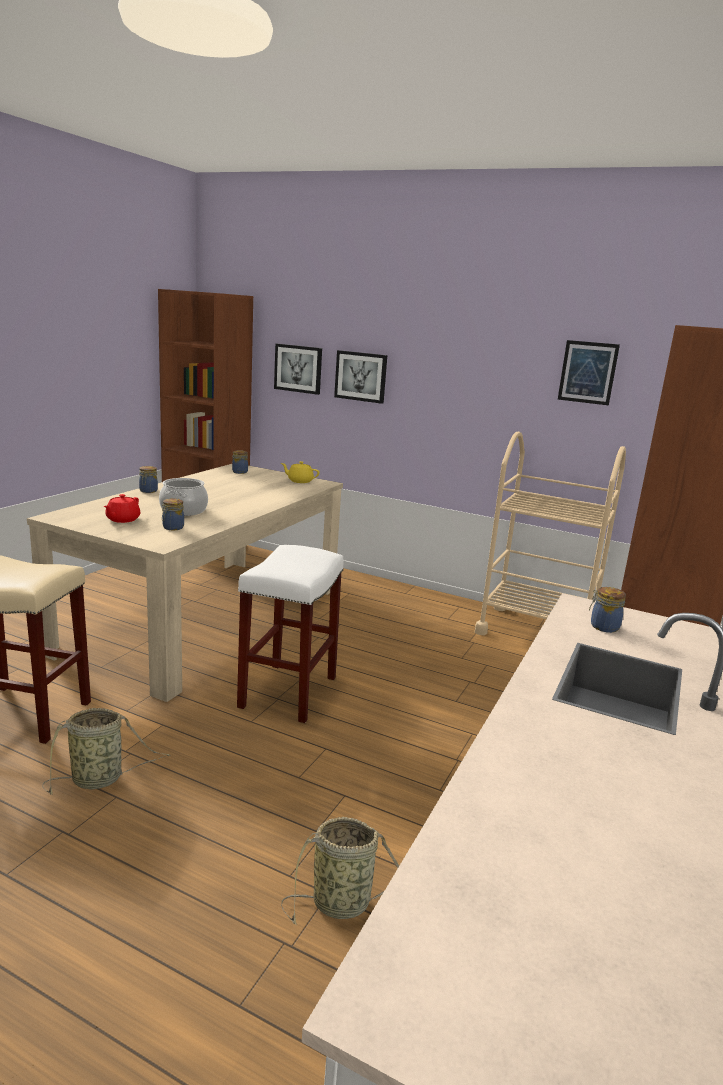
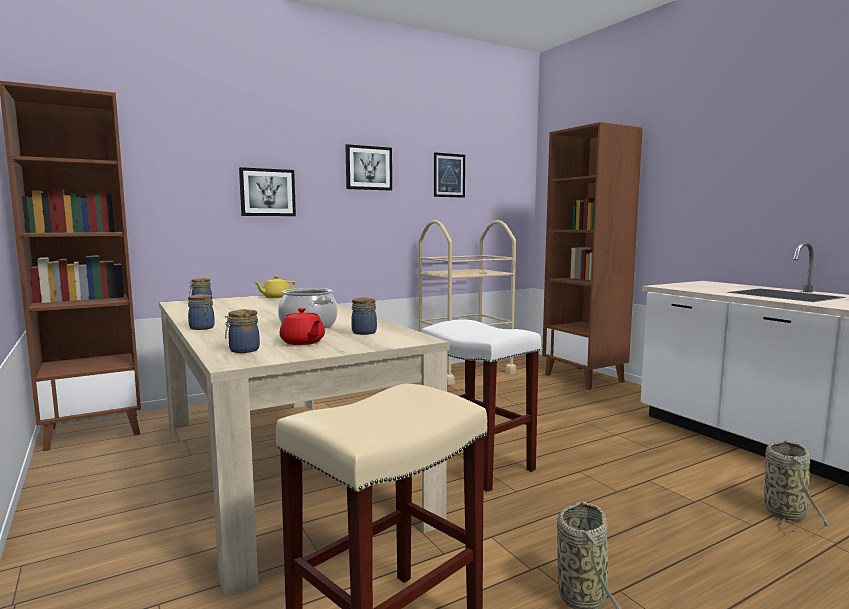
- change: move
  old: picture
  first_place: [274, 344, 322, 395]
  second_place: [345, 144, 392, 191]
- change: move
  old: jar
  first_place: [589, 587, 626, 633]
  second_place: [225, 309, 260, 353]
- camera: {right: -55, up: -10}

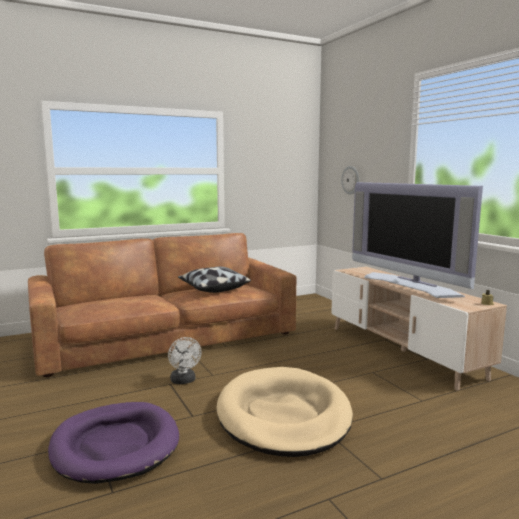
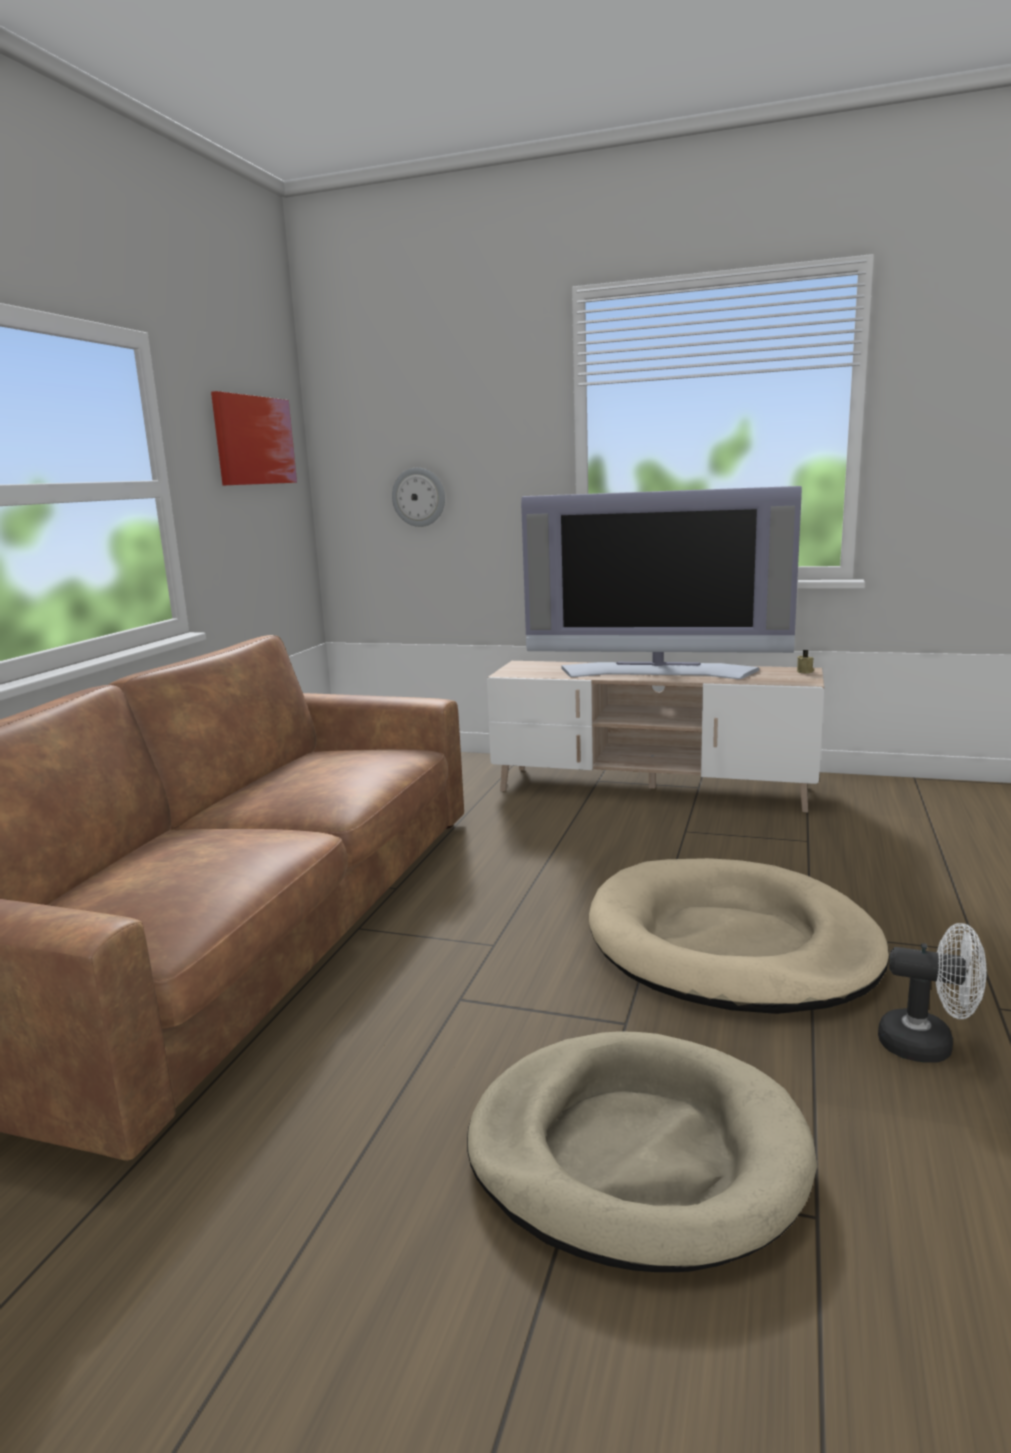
- change: recolor
  old: dog bed (purple)
  new: dog bed (beige)
  first_place: [48, 402, 179, 484]
  second_place: [467, 1031, 817, 1272]
- change: move
  old: fan (white)
  first_place: [168, 337, 202, 384]
  second_place: [878, 923, 987, 1063]
- change: delete
  old: pillow
  first_place: [178, 267, 251, 293]
- change: insert
  new: picture
  second_place: [211, 391, 297, 486]
- camera: {right: -45, up: 5}

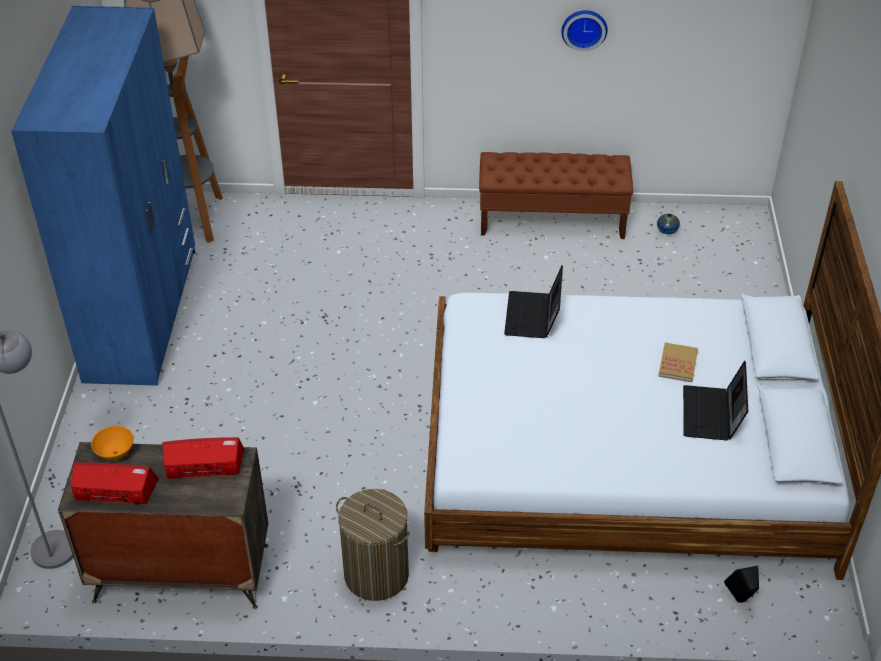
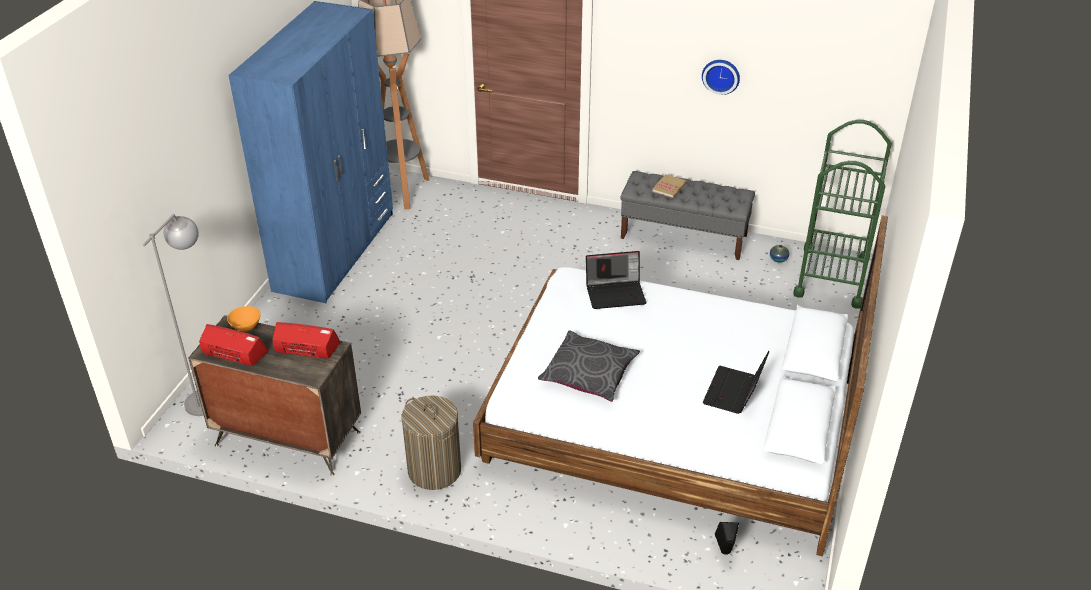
- change: recolor
  old: bench (brown)
  new: bench (grey)
  first_place: [479, 152, 633, 239]
  second_place: [620, 171, 755, 260]
- change: rotate
  old: laptop
  first_place: [504, 266, 563, 338]
  second_place: [586, 251, 647, 309]
  degrees: -120
- change: move
  old: book
  first_place: [658, 343, 698, 382]
  second_place: [652, 174, 686, 198]
- change: insert
  new: pillow (grey)
  second_place: [538, 330, 640, 402]
- change: insert
  new: cart (green)
  second_place: [793, 120, 892, 309]
- camera: {right: 15, up: -5}

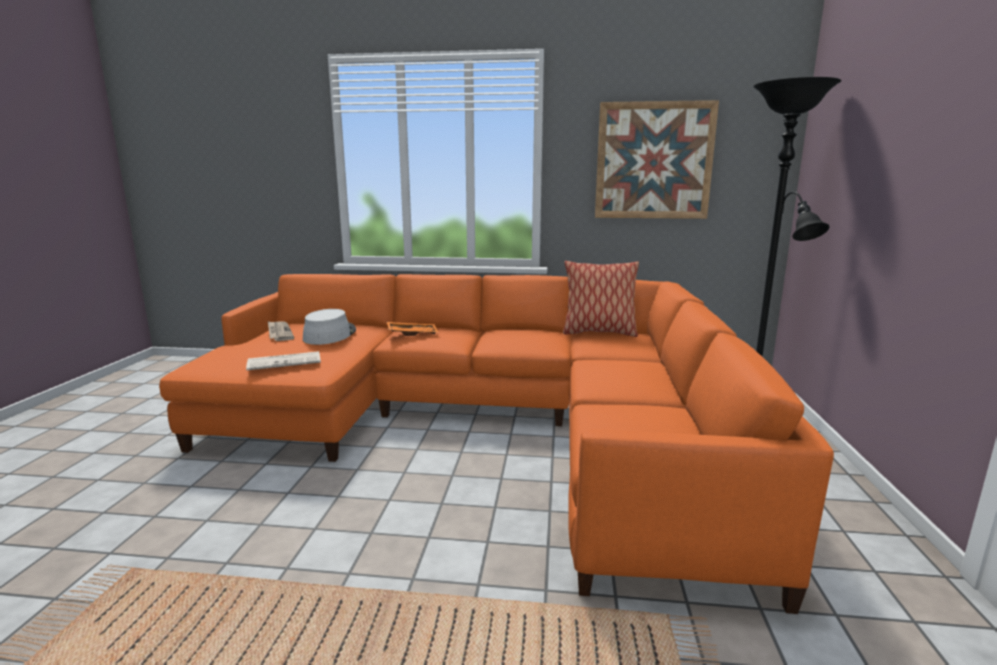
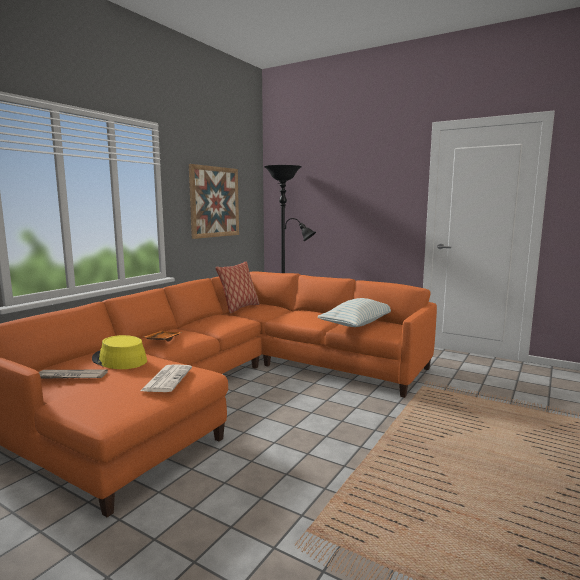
- change: recolor
  old: hat (grey)
  new: hat (yellow)
  first_place: [303, 309, 356, 345]
  second_place: [92, 335, 147, 369]
- change: insert
  new: pillow
  second_place: [317, 298, 391, 327]
- camera: {right: -65, up: -5}

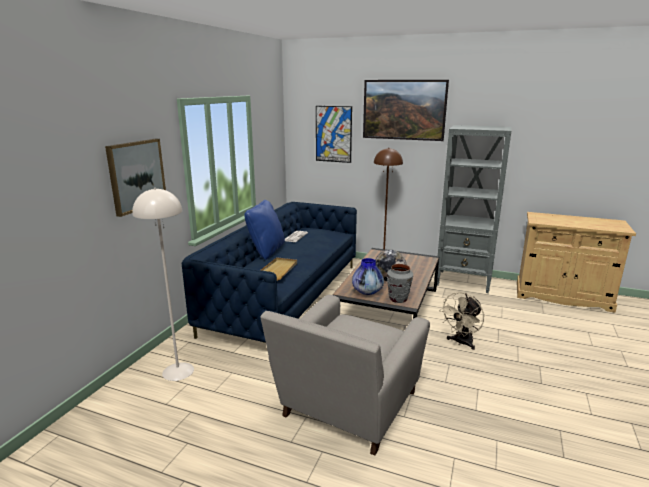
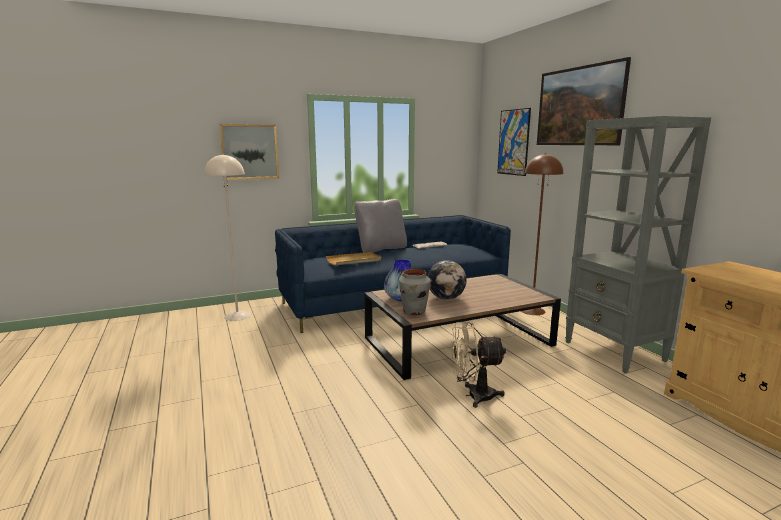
- change: recolor
  old: pillow (blue)
  new: pillow (grey)
  first_place: [244, 200, 285, 260]
  second_place: [354, 199, 407, 252]
- change: delete
  old: armchair (beige)
  first_place: [260, 295, 430, 456]
- camera: {right: 45, up: -5}

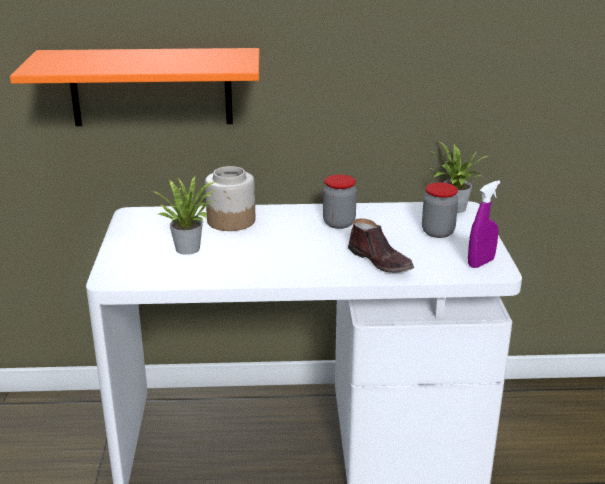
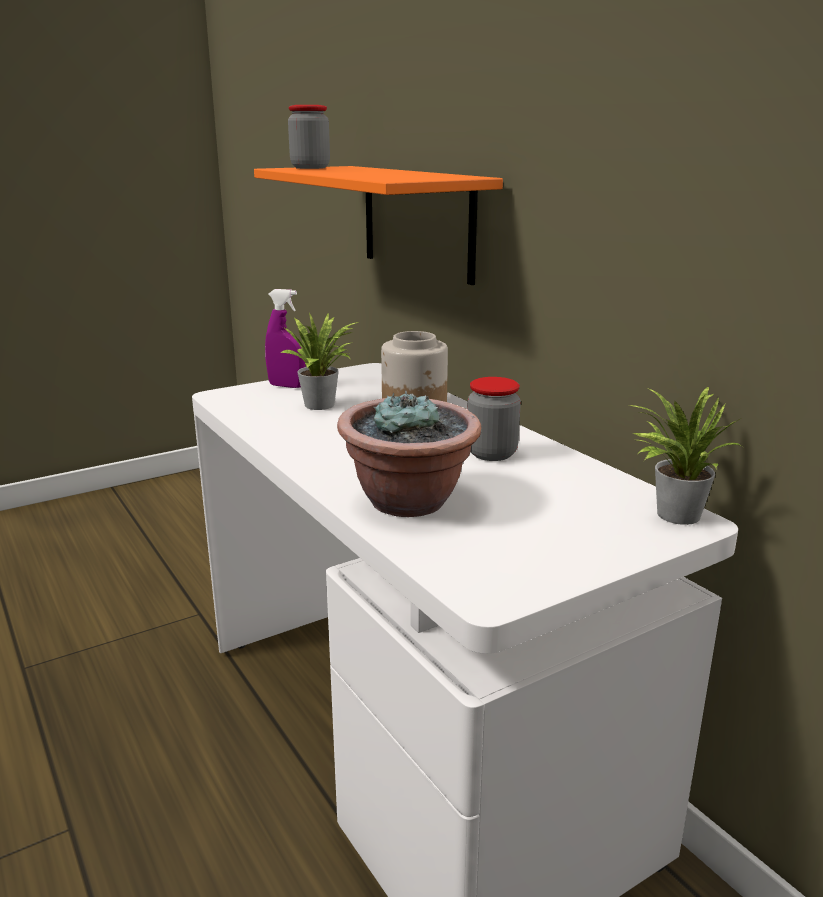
- change: replace
  old: shoe (brown)
  new: potted plant
  first_place: [348, 218, 414, 273]
  second_place: [337, 390, 481, 517]
- change: move
  old: jar
  first_place: [422, 182, 458, 238]
  second_place: [288, 105, 330, 169]
- change: move
  old: spray bottle (purple)
  first_place: [468, 180, 500, 268]
  second_place: [265, 289, 305, 388]
- camera: {right: 60, up: -5}

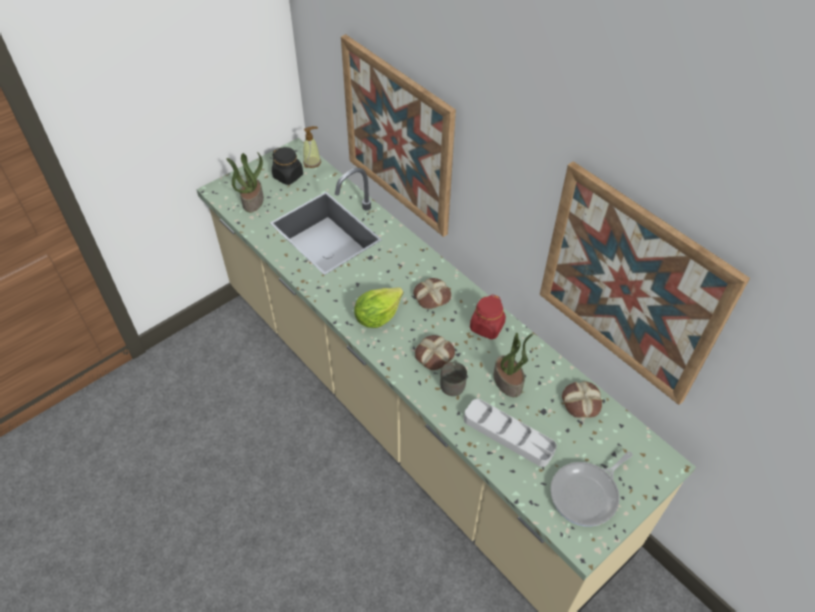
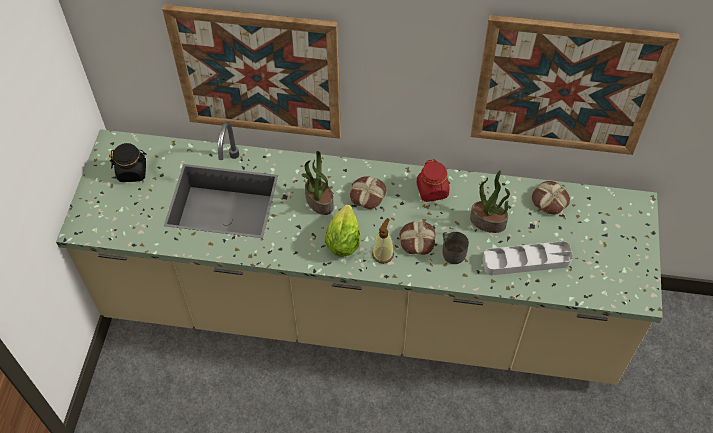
- change: move
  old: potted plant
  first_place: [226, 152, 264, 212]
  second_place: [302, 151, 334, 215]
- change: move
  old: soap dispenser
  first_place: [303, 126, 321, 168]
  second_place: [372, 218, 394, 264]
- change: delete
  old: frying pan
  first_place: [550, 451, 633, 527]
- camera: {right: -40, up: 5}

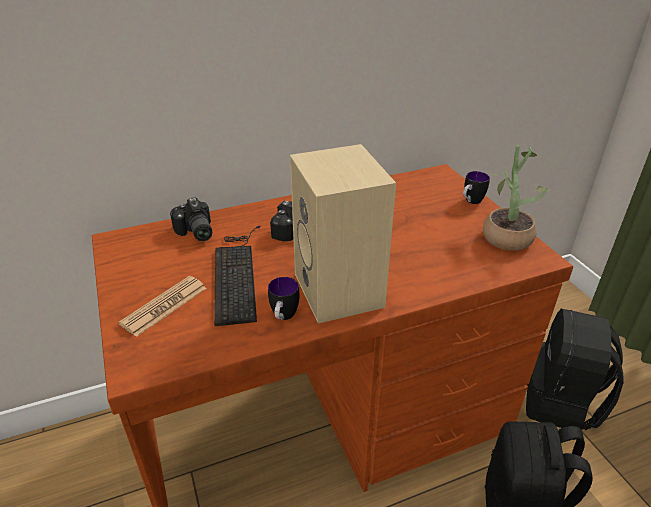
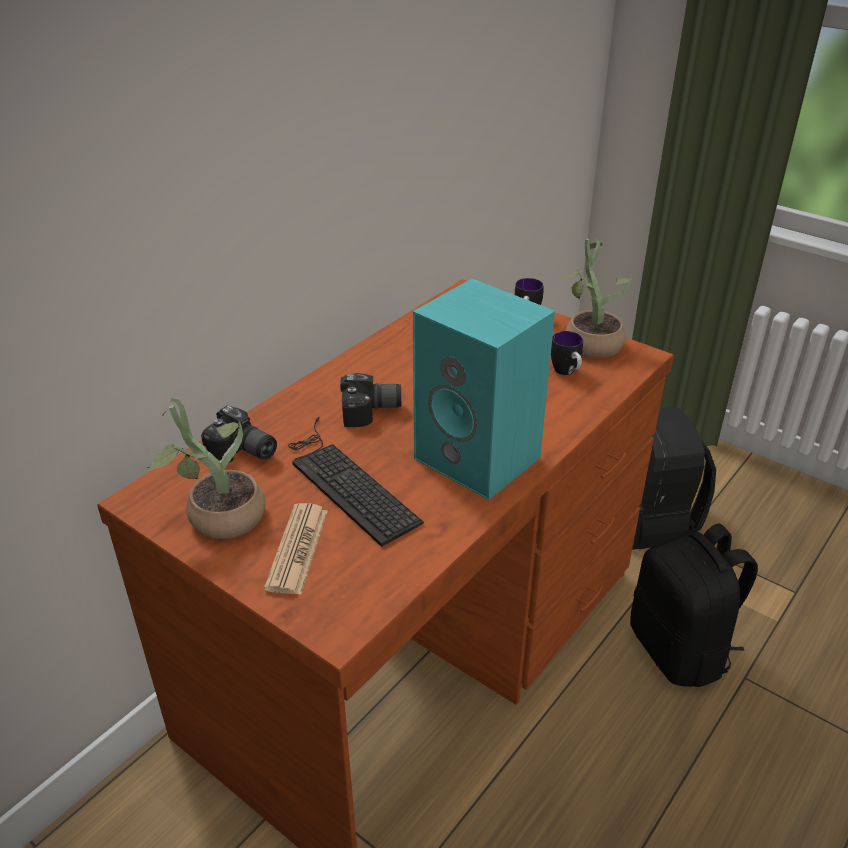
- change: move
  old: mug
  first_place: [268, 277, 300, 320]
  second_place: [551, 331, 583, 375]
- change: recolor
  old: speaker (beige)
  new: speaker (turquoise)
  first_place: [290, 144, 396, 324]
  second_place: [413, 278, 555, 500]
- change: insert
  new: potted plant
  second_place: [147, 398, 265, 539]
- camera: {right: -30, up: 0}

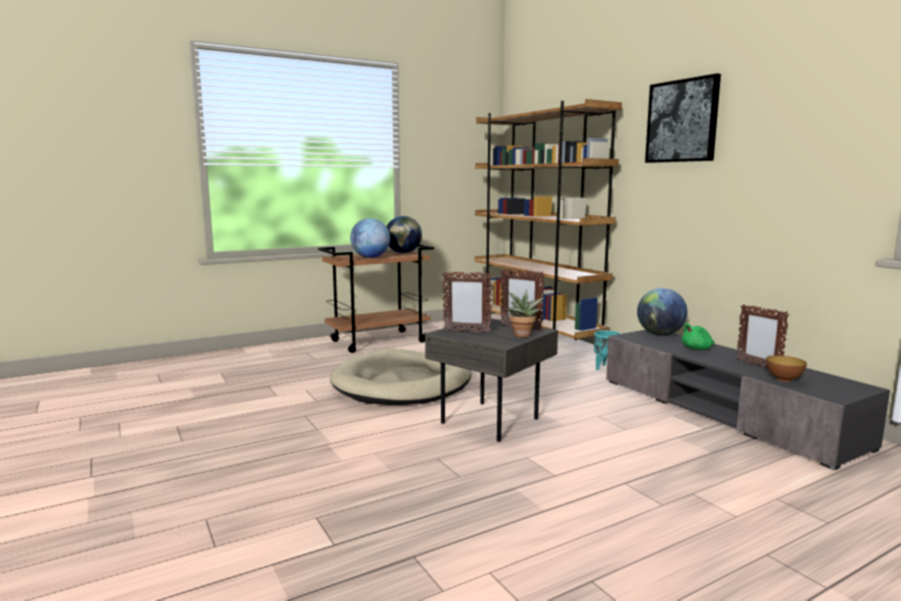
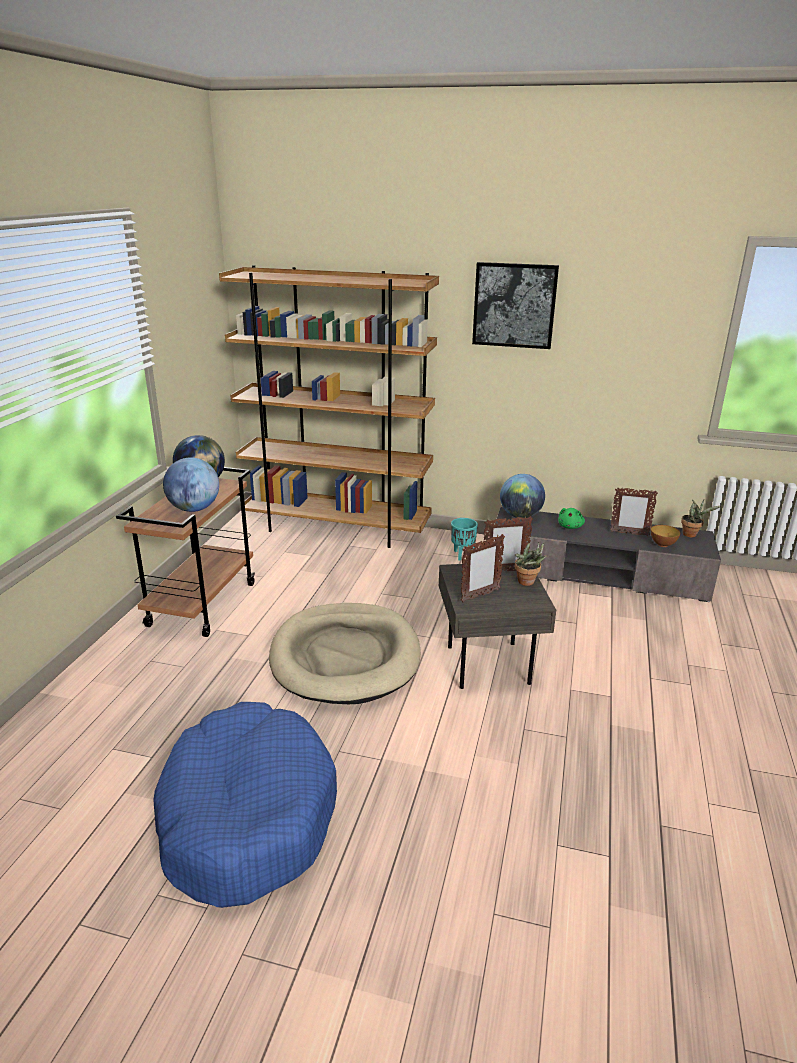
- change: insert
  new: dog bed (blue)
  second_place: [153, 702, 337, 908]
- change: insert
  new: potted plant
  second_place: [681, 500, 722, 537]
- camera: {right: -45, up: 15}

